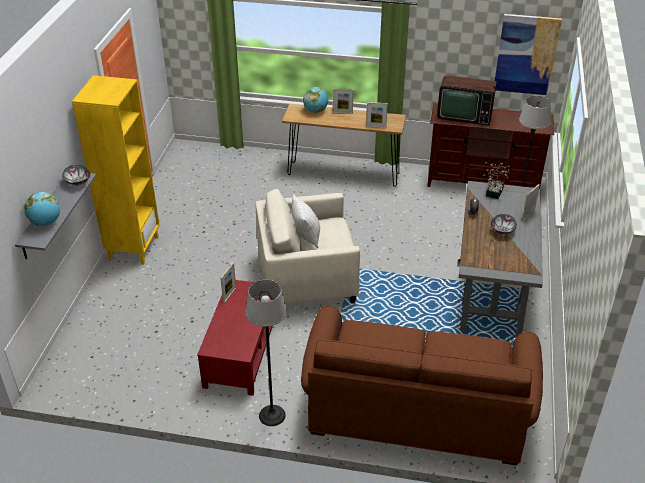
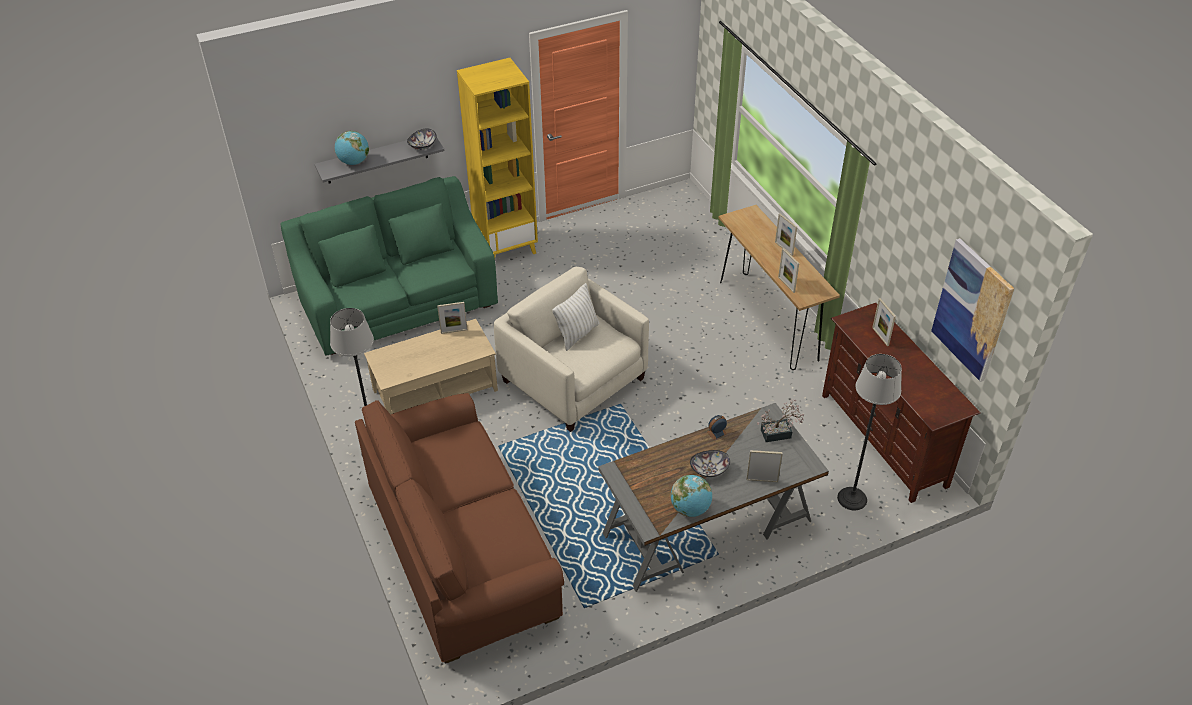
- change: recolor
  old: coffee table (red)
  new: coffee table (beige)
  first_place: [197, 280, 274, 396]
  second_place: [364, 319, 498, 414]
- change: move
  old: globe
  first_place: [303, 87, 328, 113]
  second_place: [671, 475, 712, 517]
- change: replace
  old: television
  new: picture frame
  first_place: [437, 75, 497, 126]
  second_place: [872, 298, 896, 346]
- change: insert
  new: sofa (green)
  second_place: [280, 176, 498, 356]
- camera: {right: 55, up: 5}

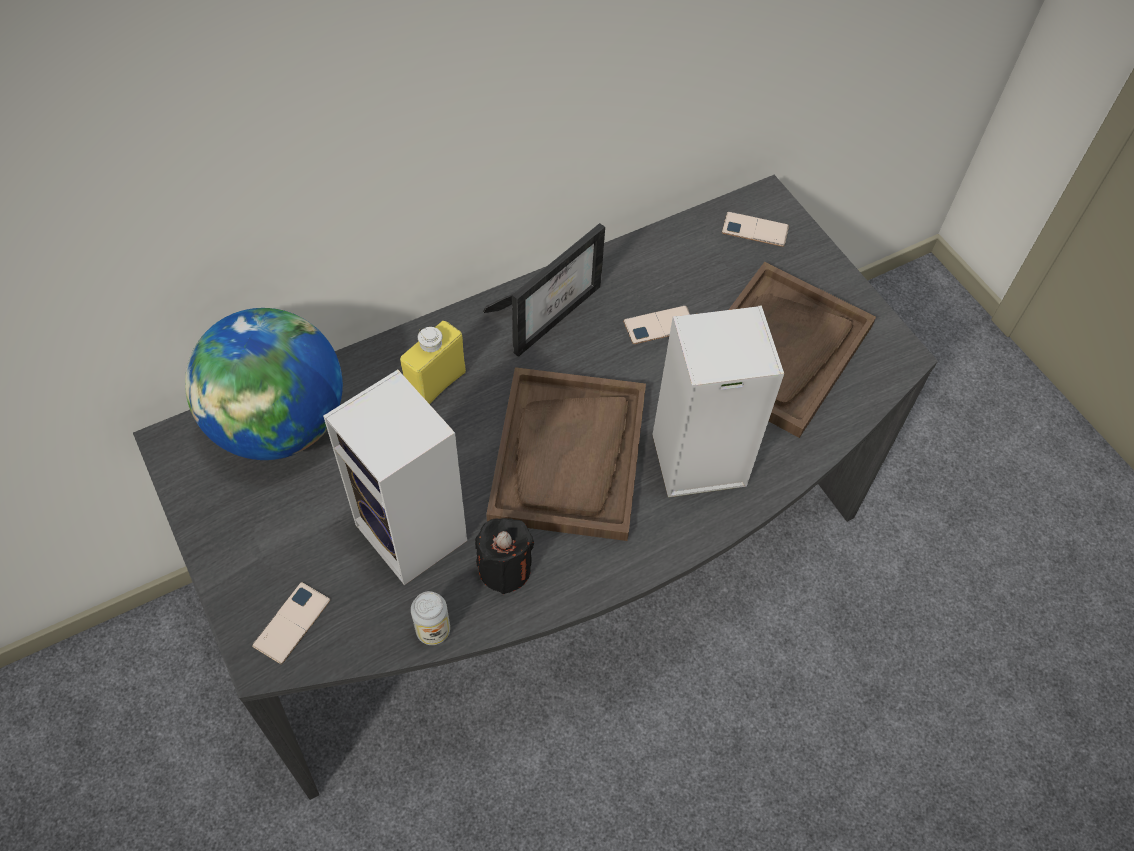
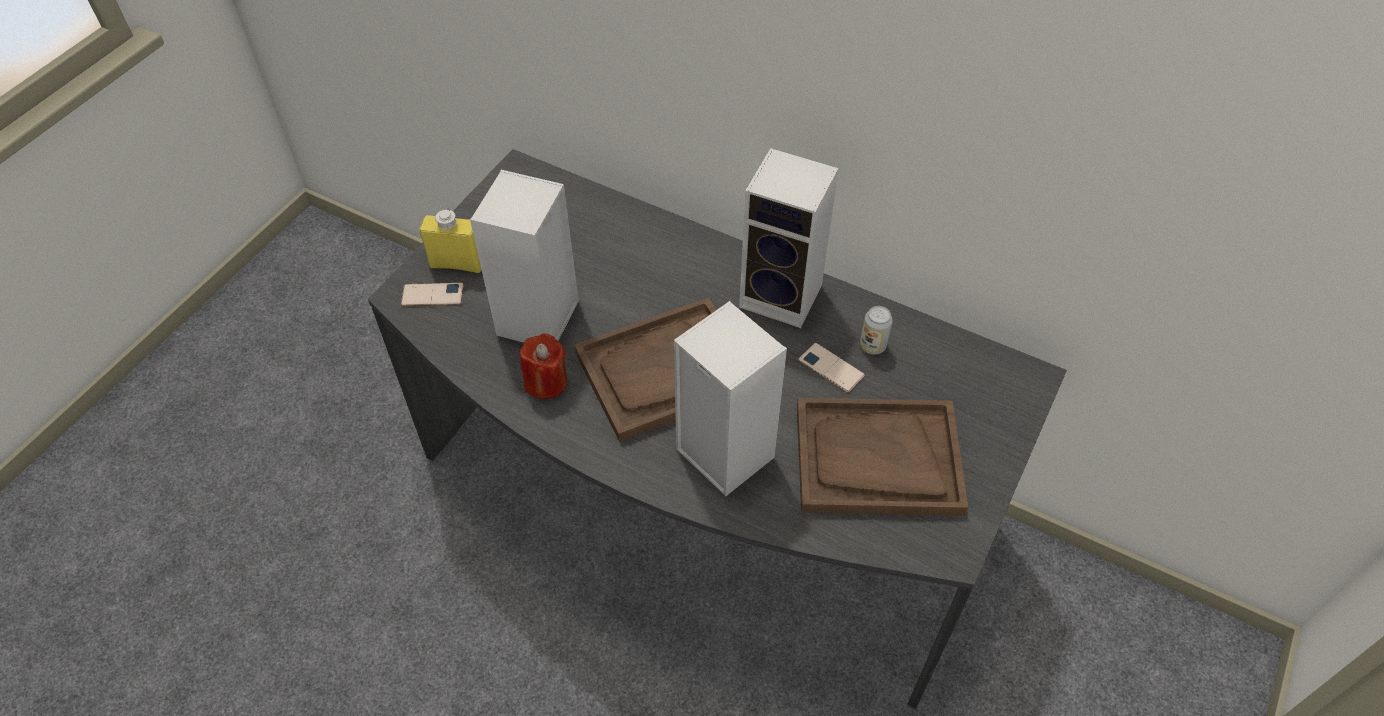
- change: delete
  old: globe
  first_place: [185, 308, 343, 460]
- change: move
  old: bottle (yellow)
  first_place: [400, 321, 466, 404]
  second_place: [419, 209, 481, 273]
- change: move
  old: can
  first_place: [411, 591, 450, 645]
  second_place: [860, 306, 893, 354]
- change: recolor
  old: candle (black)
  new: candle (red)
  first_place: [475, 518, 534, 594]
  second_place: [520, 333, 567, 399]
- change: replace
  old: picture frame
  new: speaker
  first_place: [483, 223, 605, 357]
  second_place: [739, 148, 839, 328]
- change: delete
  old: phone
  first_place: [722, 212, 789, 247]
- camera: {right: 60, up: -5}

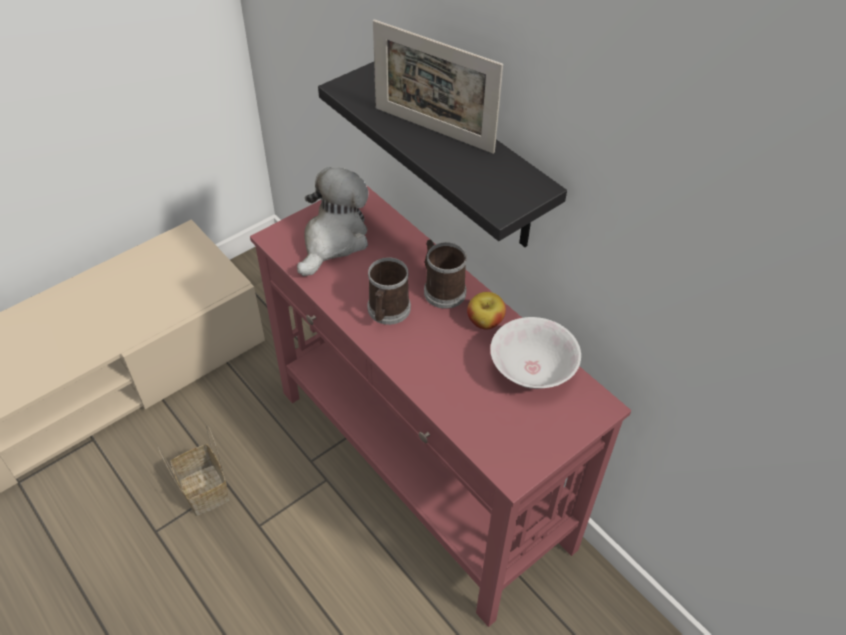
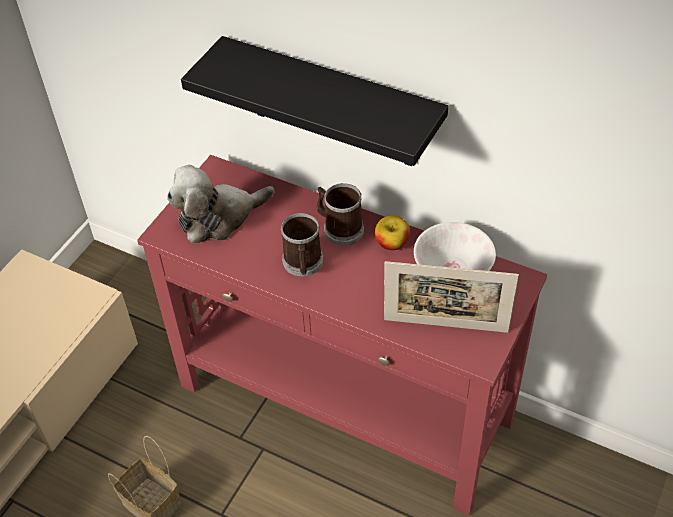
- change: rotate
  old: plush toy
  first_place: [297, 167, 369, 276]
  second_place: [167, 165, 275, 243]
  degrees: -120
- change: move
  old: picture frame
  first_place: [373, 19, 503, 154]
  second_place: [384, 261, 519, 333]
- camera: {right: -20, up: 0}

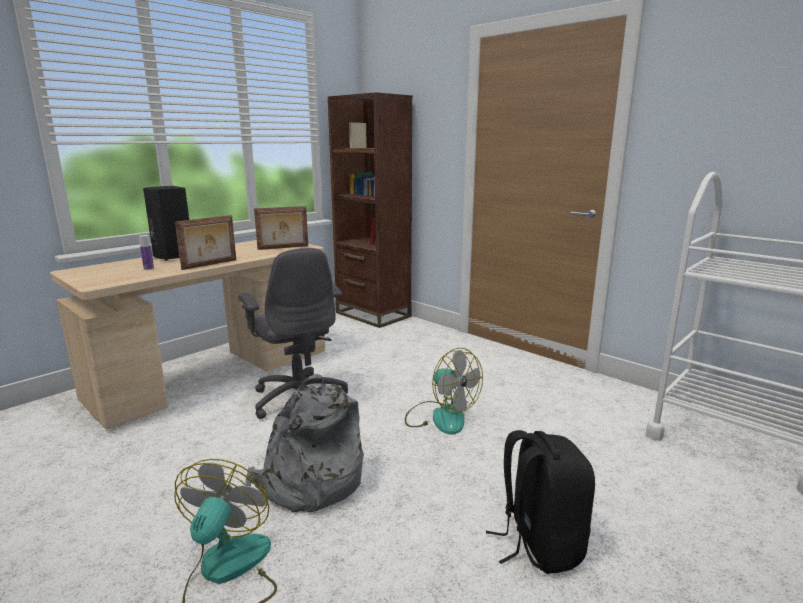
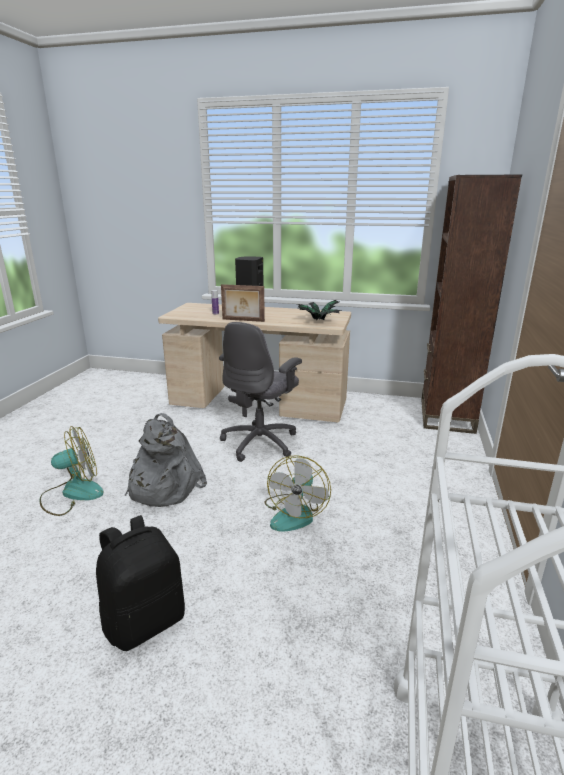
- change: replace
  old: picture frame
  new: potted plant
  first_place: [254, 206, 308, 250]
  second_place: [298, 300, 341, 320]
- camera: {right: 60, up: 5}

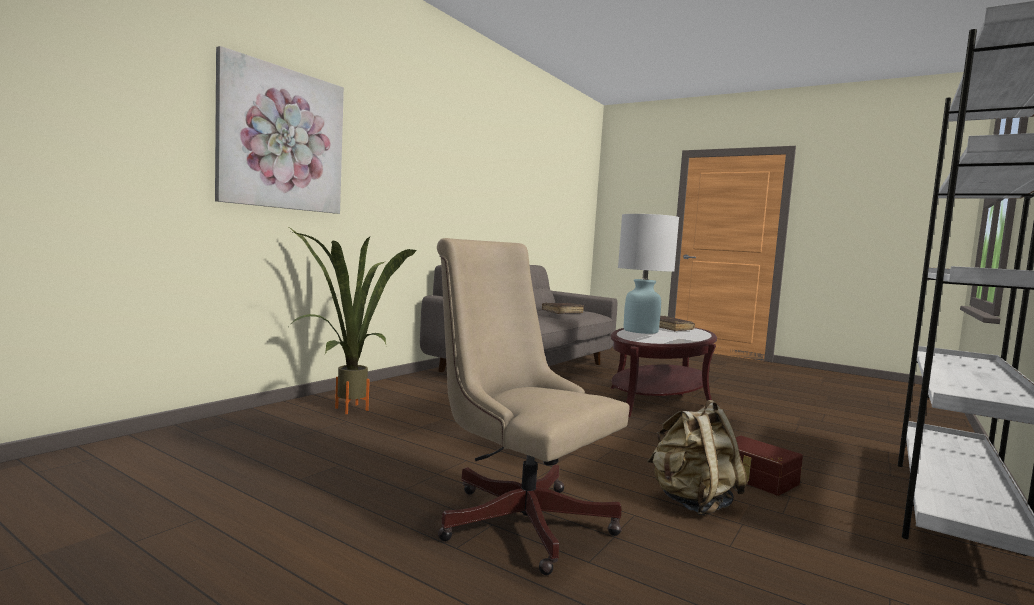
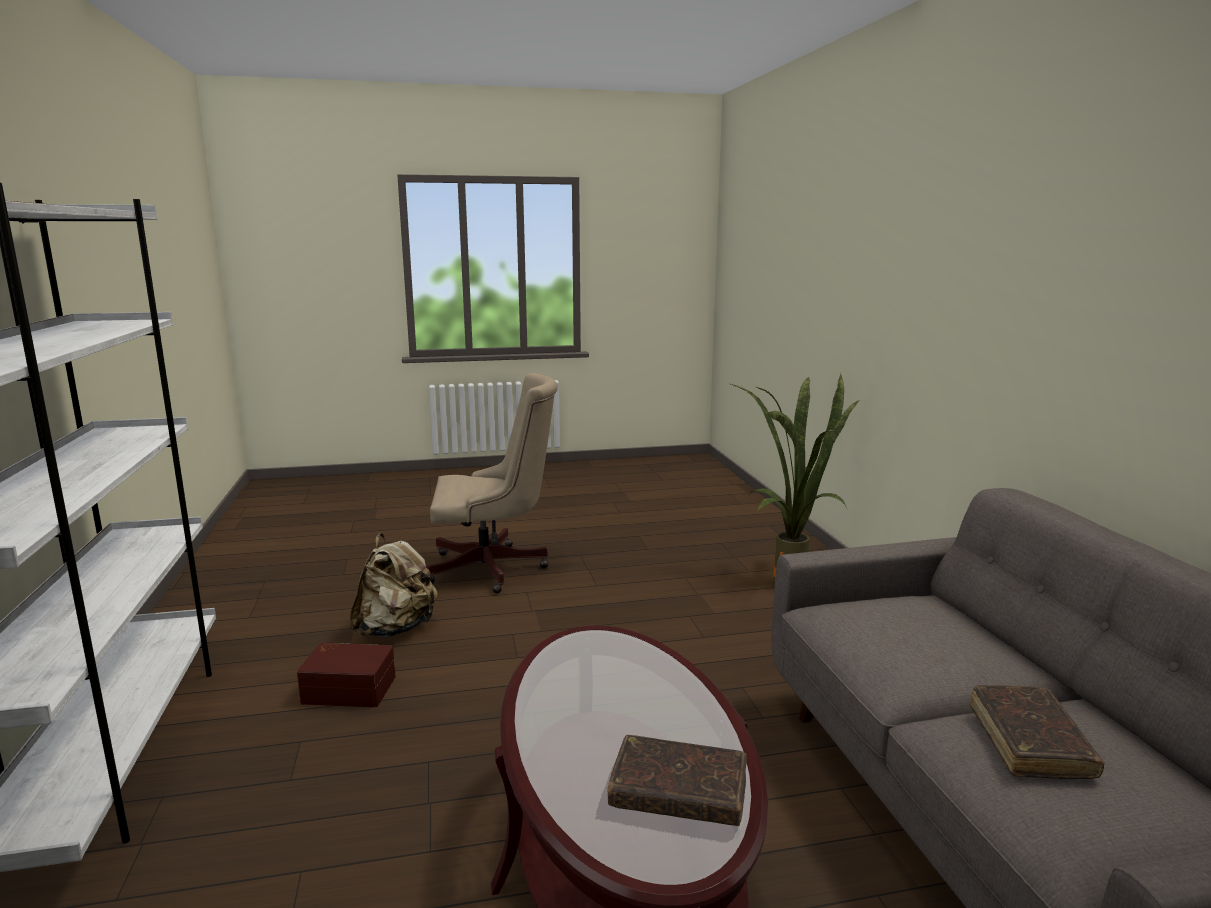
- change: delete
  old: picture
  first_place: [215, 46, 344, 214]
- change: delete
  old: table lamp (white)
  first_place: [618, 214, 679, 334]
- camera: {right: 135, up: 10}

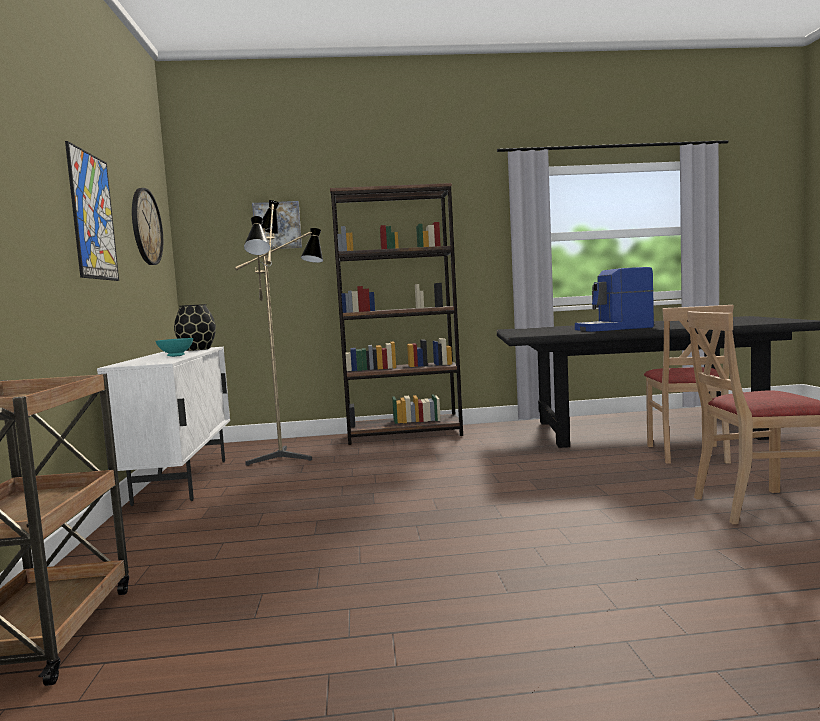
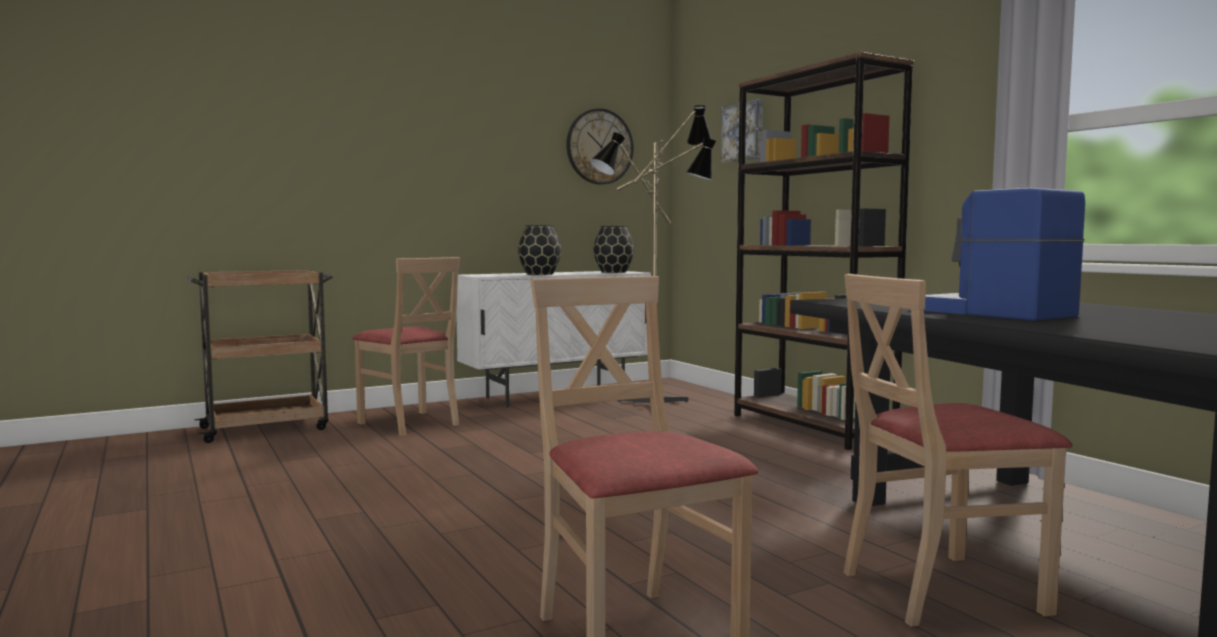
- change: delete
  old: picture
  first_place: [65, 141, 119, 281]
- change: replace
  old: bowl (turquoise)
  new: vase (black)
  first_place: [156, 338, 193, 357]
  second_place: [518, 225, 561, 275]
- change: insert
  new: chair (beige)
  second_place: [352, 257, 460, 436]
- camera: {right: 65, up: 0}

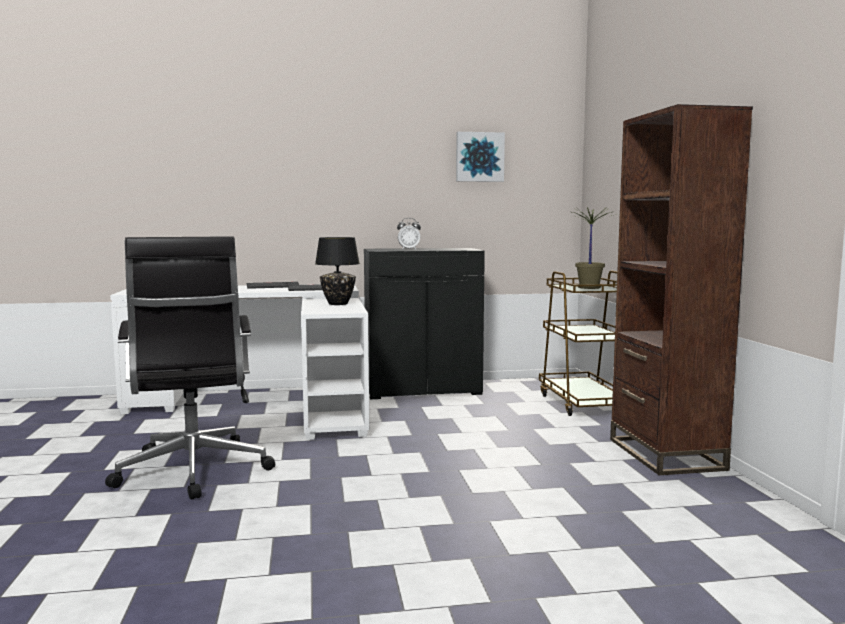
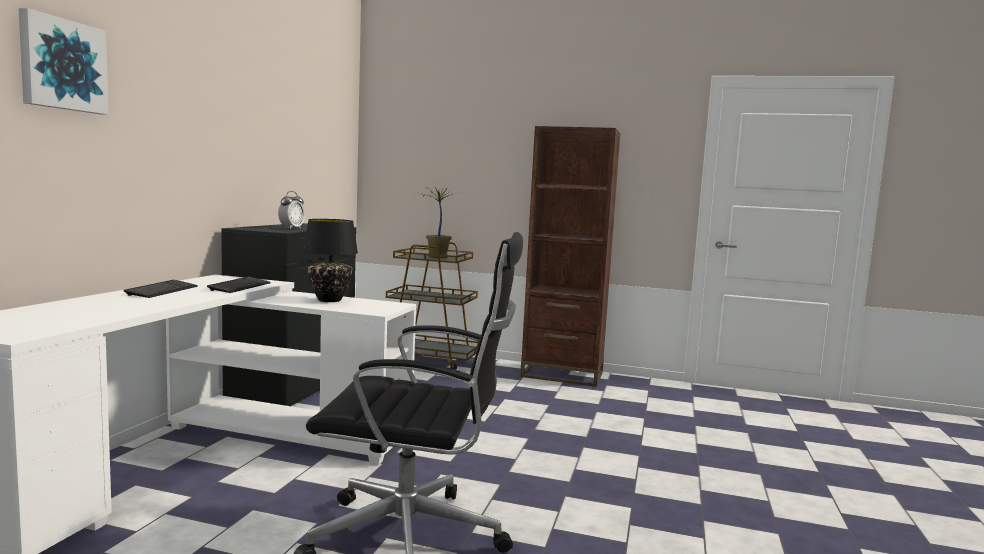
- change: move
  old: picture
  first_place: [456, 132, 505, 182]
  second_place: [19, 8, 109, 115]
- camera: {right: -65, up: 0}

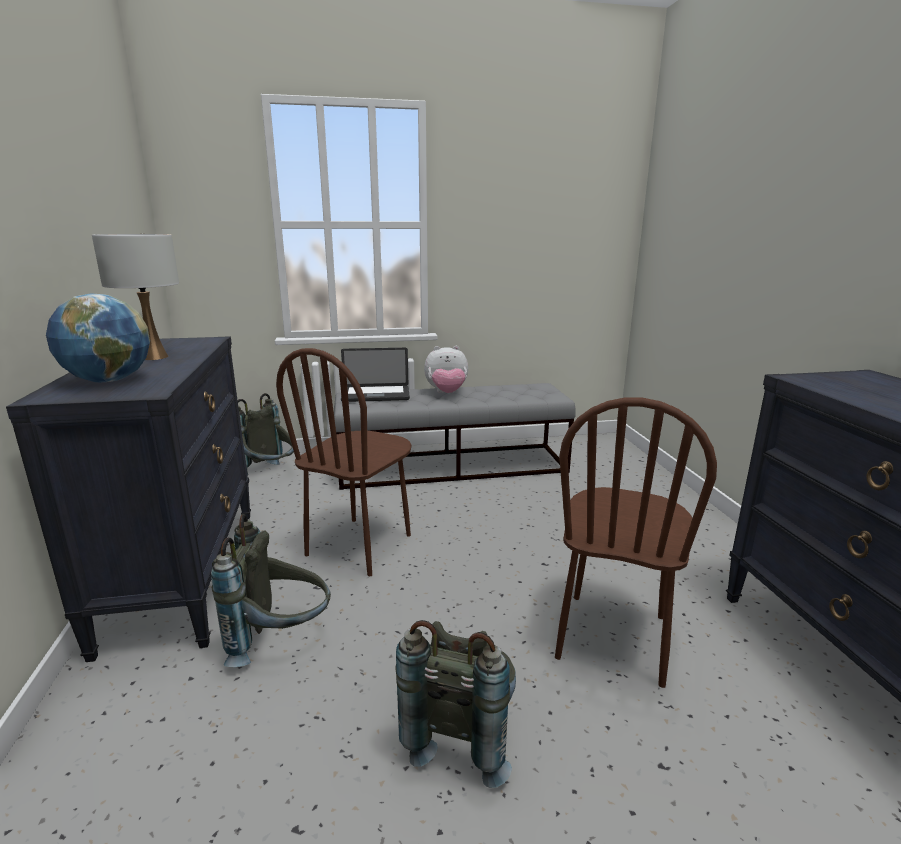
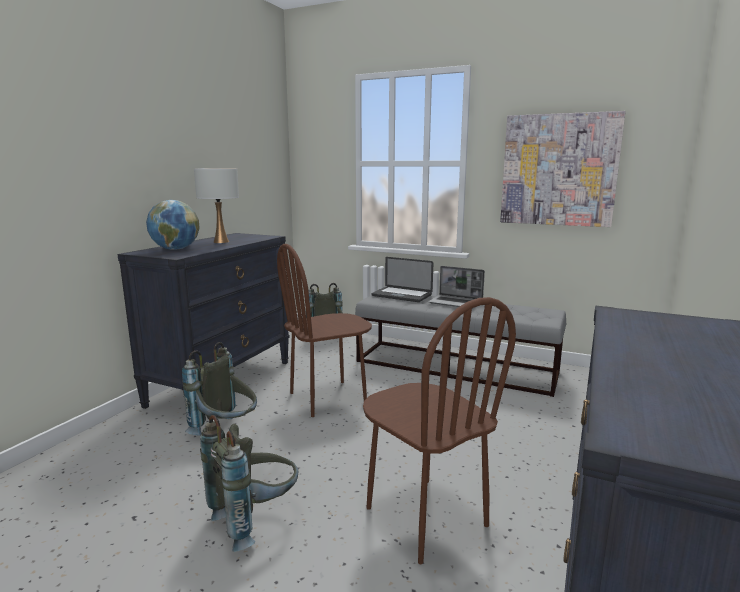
- change: replace
  old: plush toy
  new: laptop
  first_place: [424, 346, 468, 393]
  second_place: [428, 266, 485, 309]
- change: rotate
  old: chair (brown)
  first_place: [555, 398, 717, 688]
  second_place: [363, 297, 516, 564]
  degrees: -90
- change: insert
  new: picture
  second_place: [500, 111, 626, 227]
- camera: {right: 35, up: -5}

